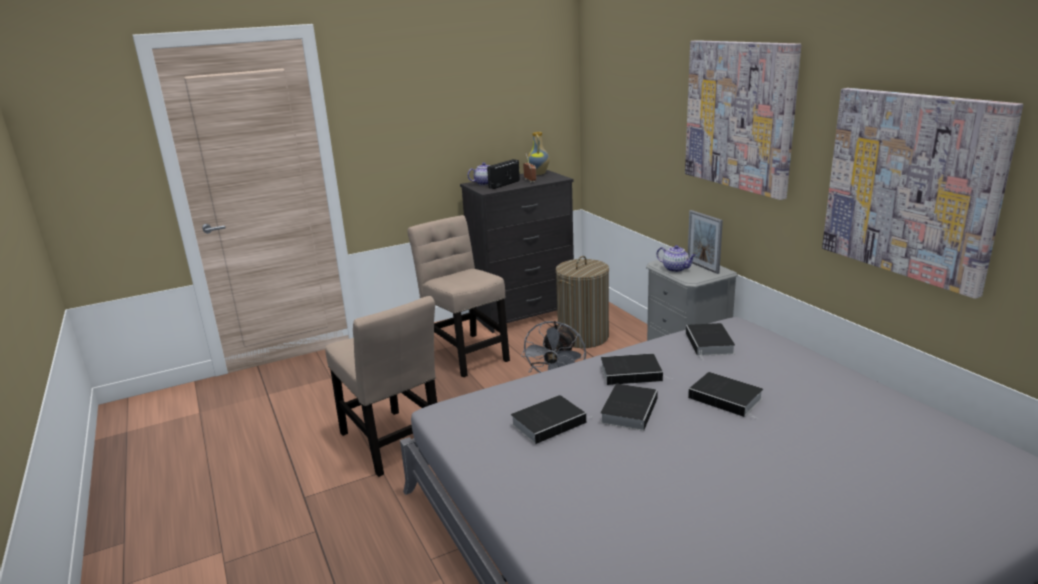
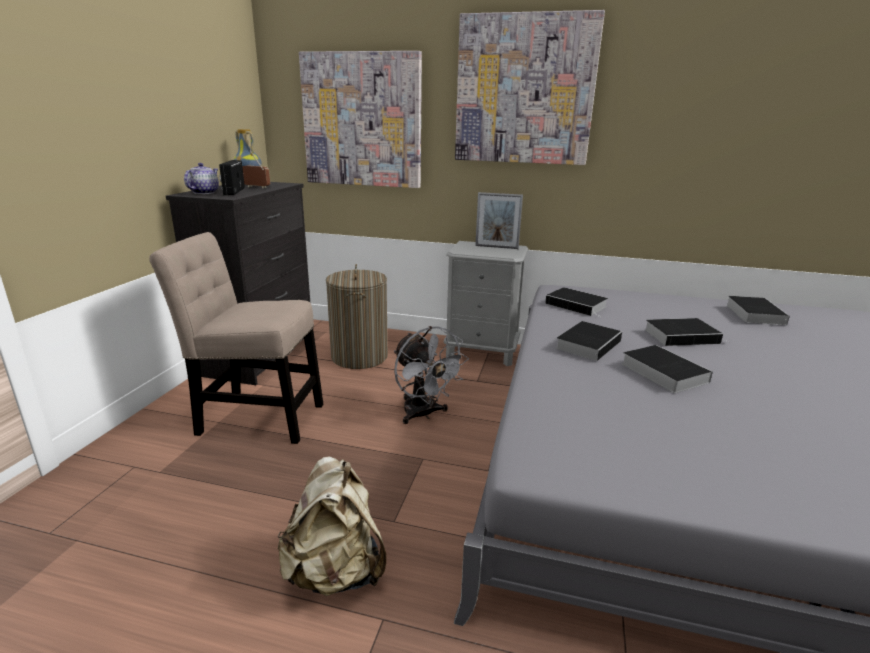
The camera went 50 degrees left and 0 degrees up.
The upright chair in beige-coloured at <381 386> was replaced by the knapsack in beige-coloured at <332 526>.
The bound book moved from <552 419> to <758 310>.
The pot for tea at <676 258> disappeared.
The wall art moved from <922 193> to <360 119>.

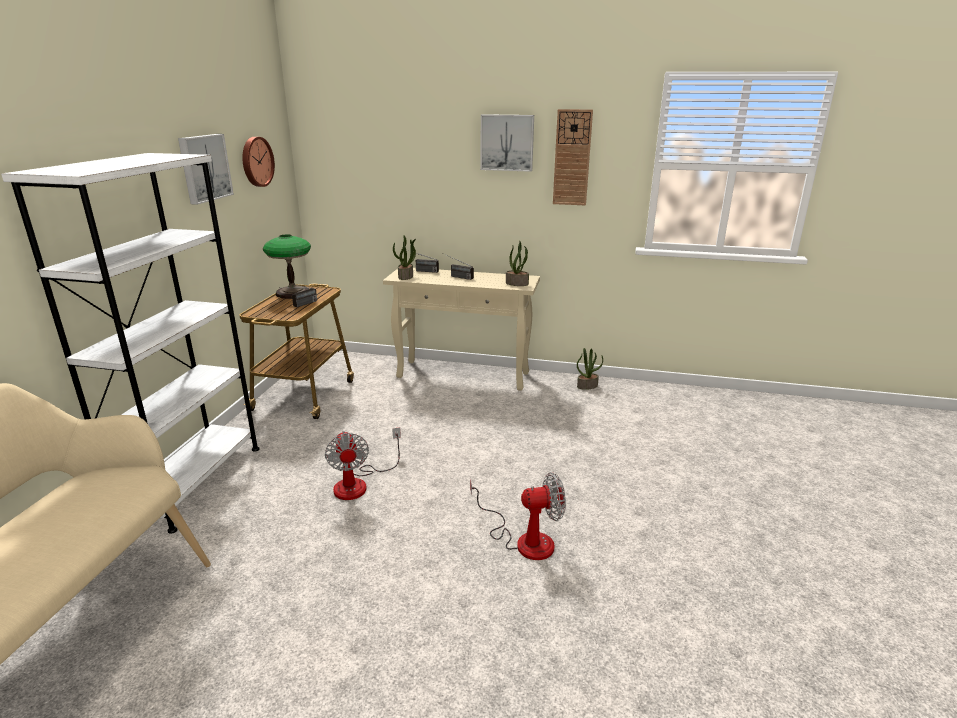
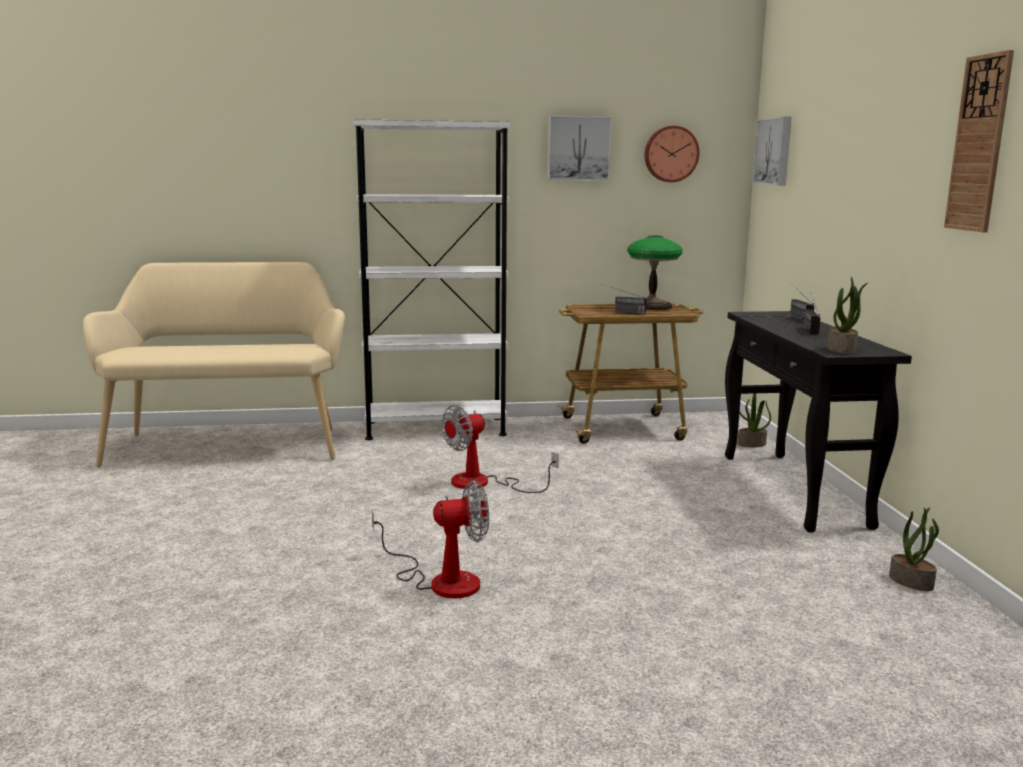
The camera went 70 degrees right and 10 degrees down.
The console table in beige-coloured at <461 329> became the console table in blackish at <818 422>.
The plant in a pot moved from <404 257> to <754 420>.
The electric fan at <518 516> turned 75 degrees counterclockwise.
The wall art moved from <507 143> to <772 151>.

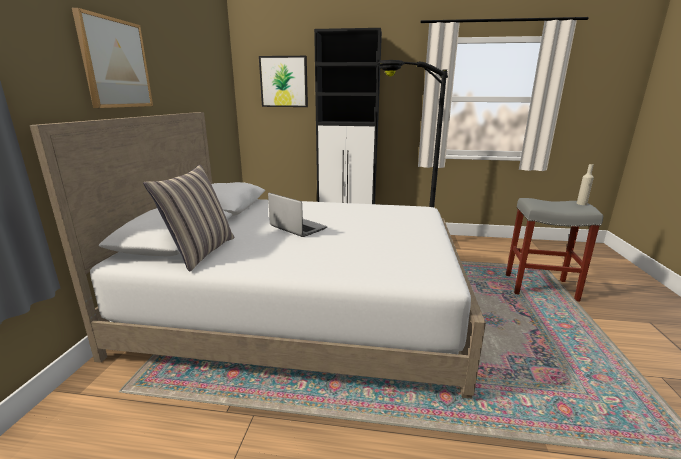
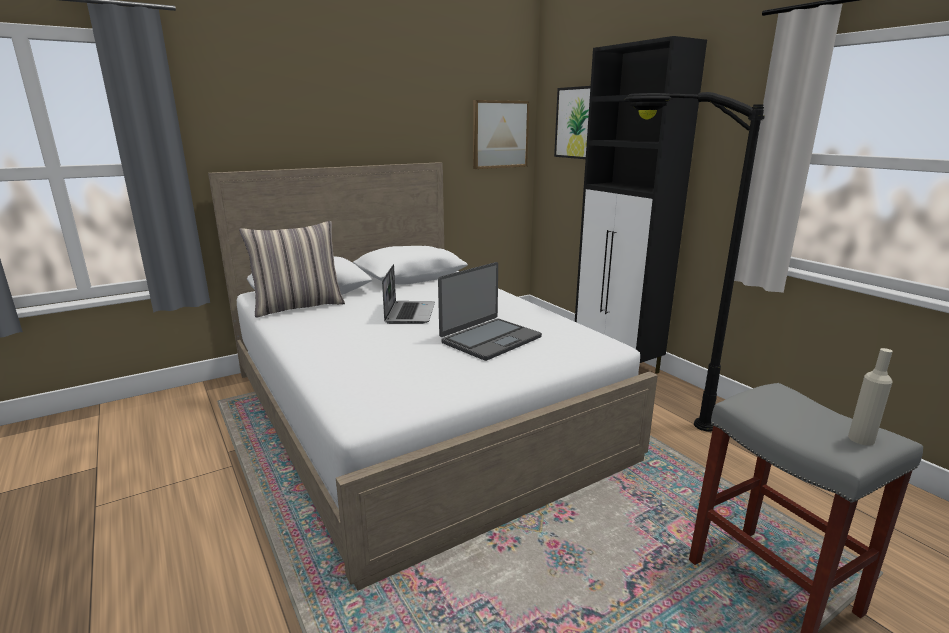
The camera went 50 degrees right and 0 degrees up.
The wall art moved from <112 58> to <501 134>.
The notebook computer at <490 311> appeared.

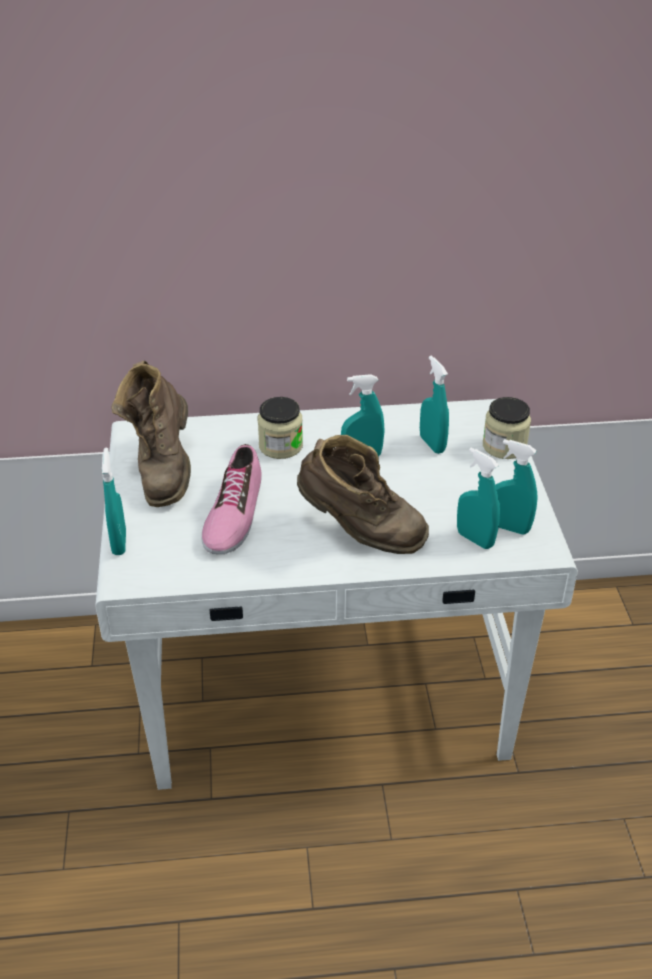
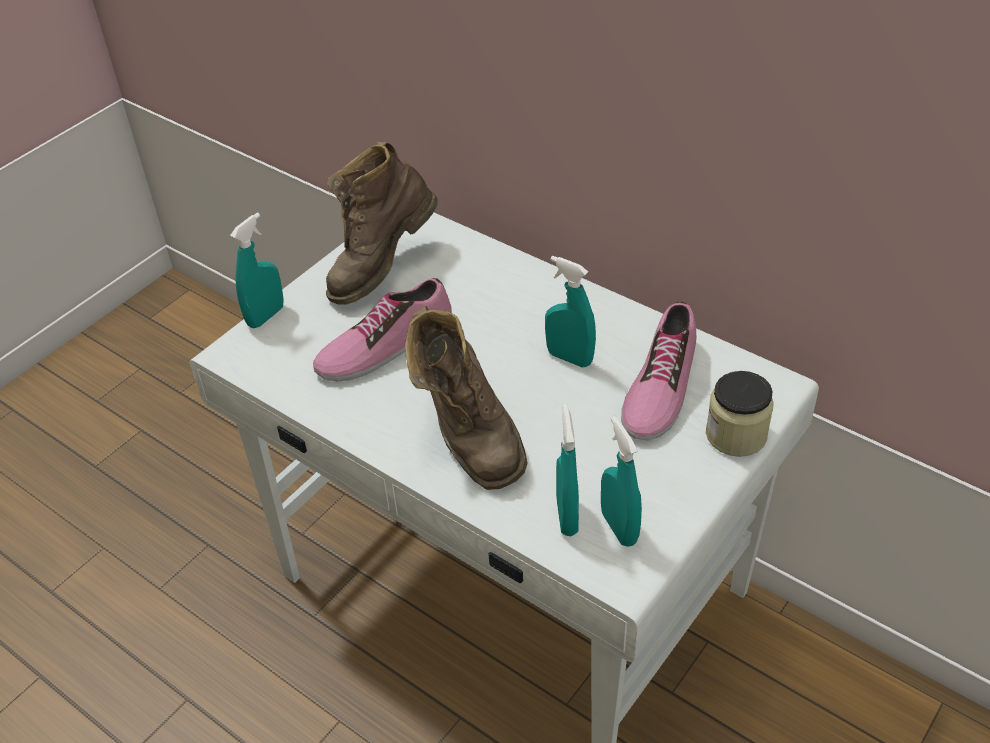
The camera went 45 degrees right and 5 degrees up.
The storage jar at <280 428> disappeared.
The spray bottle in turquoise at <434 405> was replaced by the shoe at <658 370>.

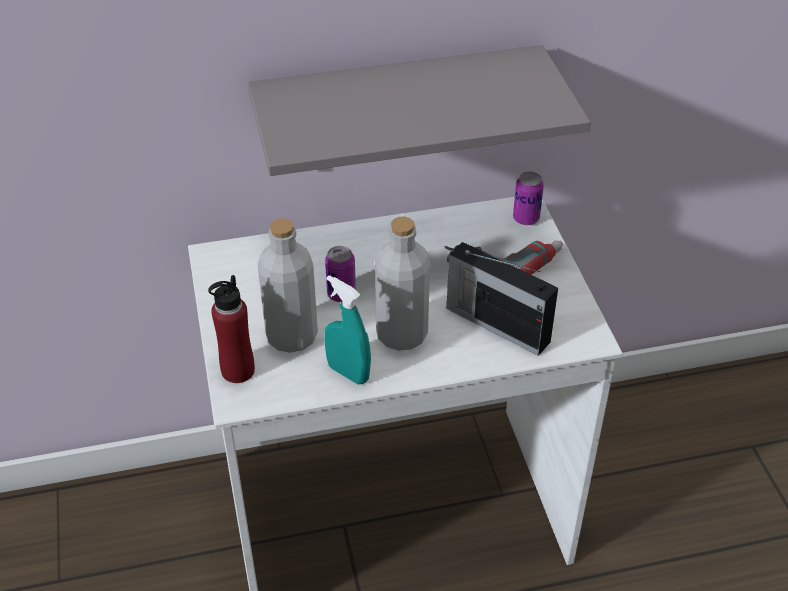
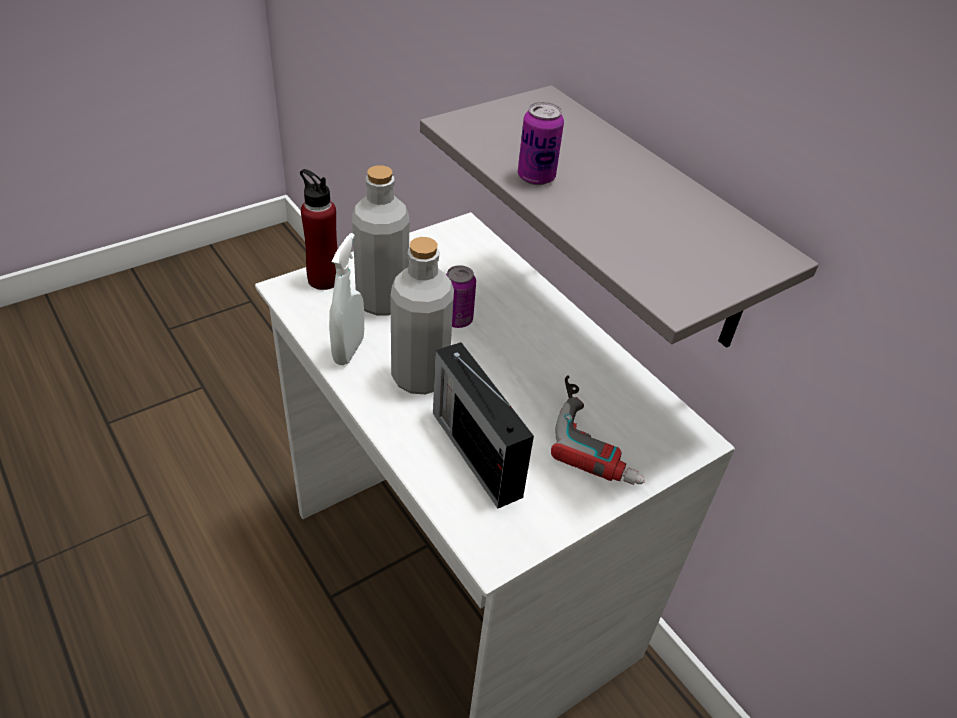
The camera went 65 degrees right and 0 degrees up.
The spray bottle in turquoise at <347 329> became the spray bottle in white-coloured at <346 299>.
The radio set at <502 299> turned 45 degrees counterclockwise.
The metal can moved from <528 198> to <541 143>.

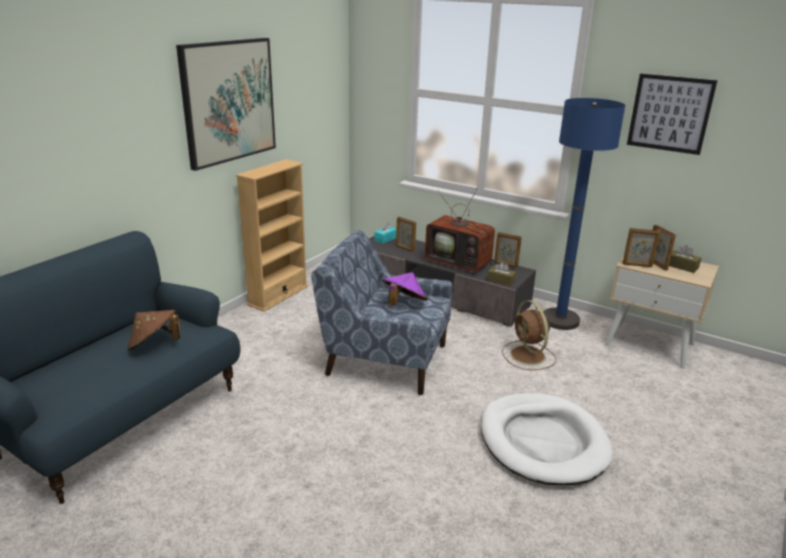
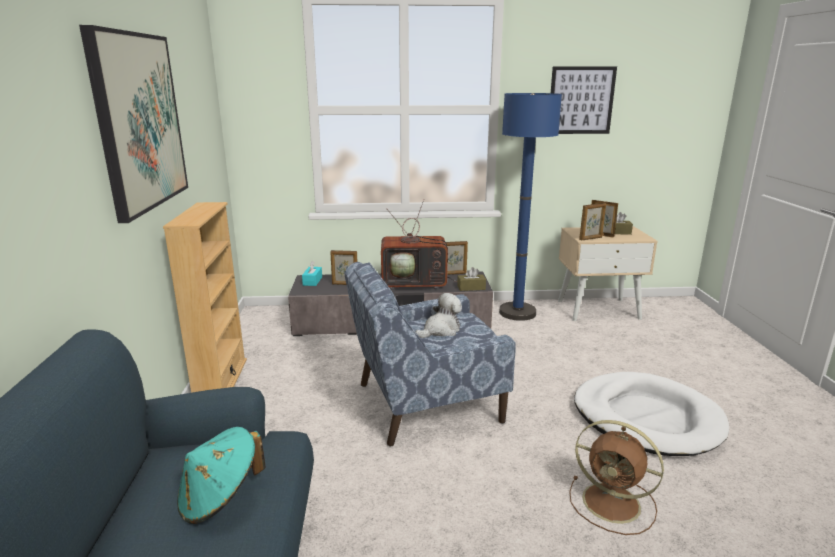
The camera went 35 degrees left and 5 degrees down.
The hat in brown-coloured at <153 330> became the hat in turquoise at <221 475>.
The hat in purple-coloured at <405 288> was replaced by the soft toy at <438 315>.
The electric fan in brown-coloured moved from <529 335> to <616 477>.

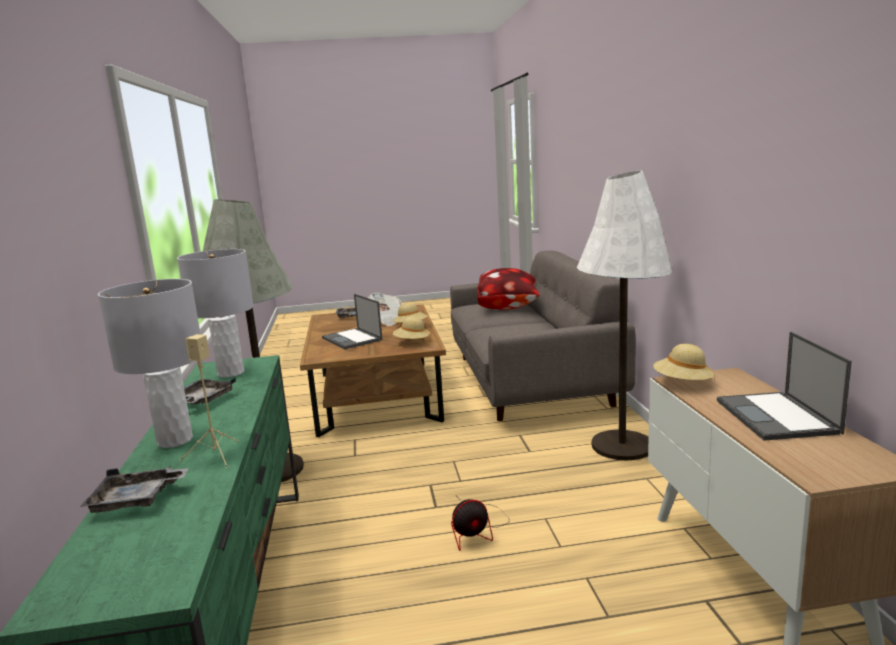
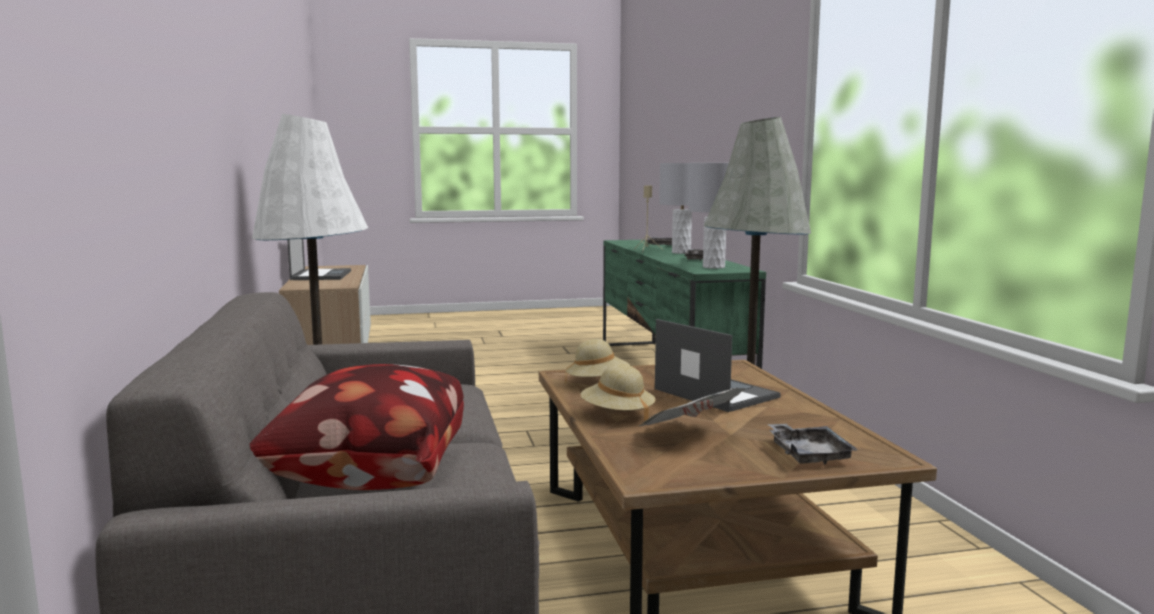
The camera went 175 degrees right and 5 degrees down.
The electric fan at <480 524> disappeared.
The hat in beige-coloured at <684 362> disappeared.

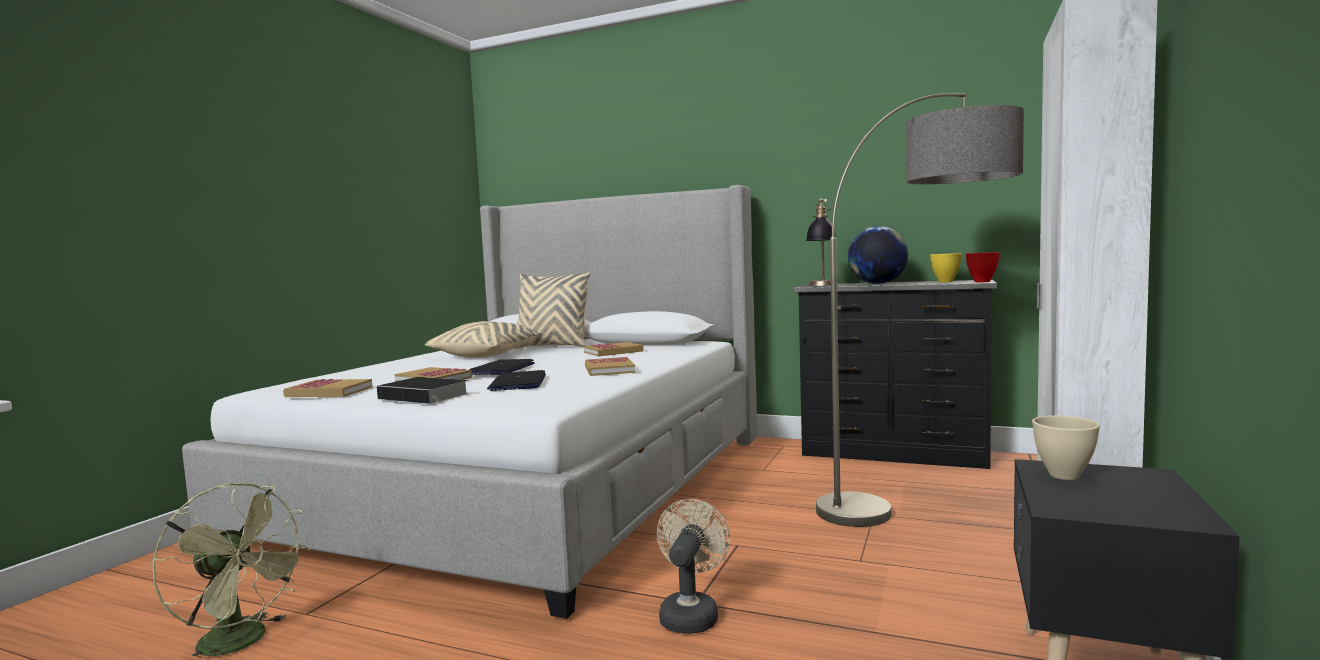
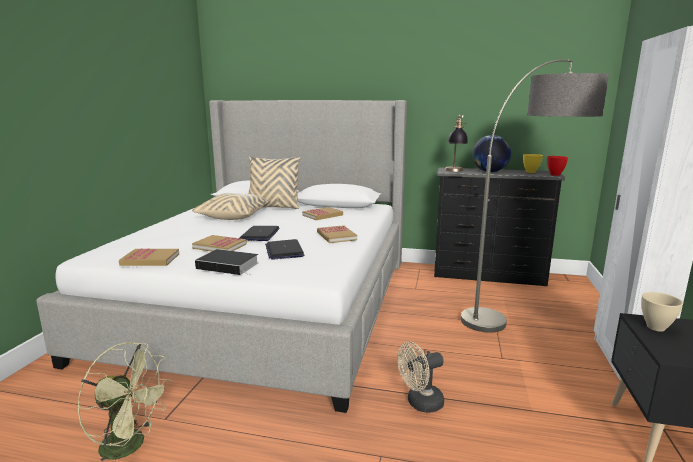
The camera went 10 degrees left and 10 degrees up.
The electric fan in beige-coloured at <693 566> turned 120 degrees counterclockwise.

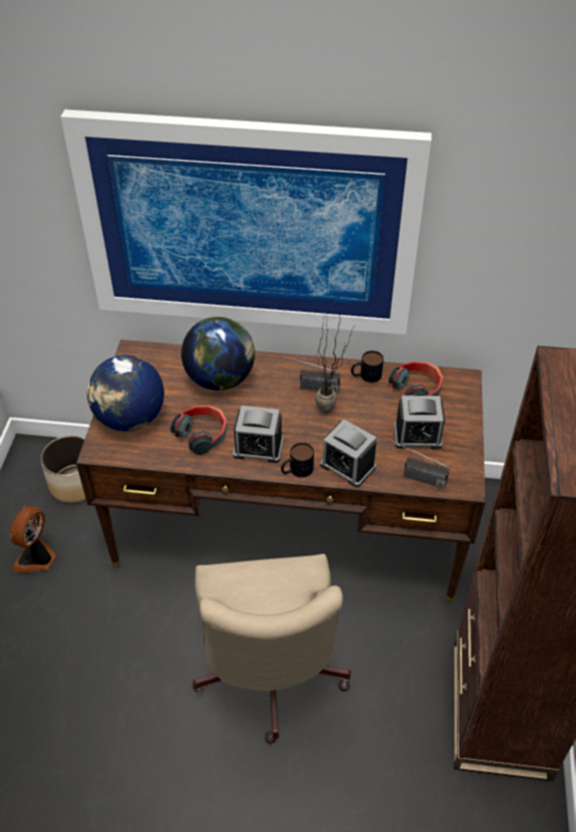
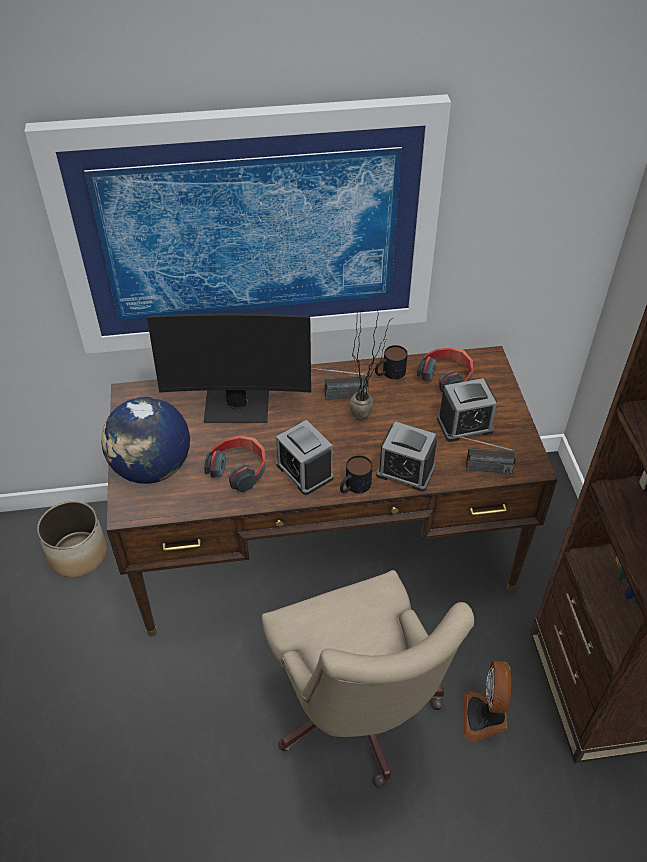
The camera went 15 degrees left and 0 degrees up.
The electric fan moved from <33 539> to <487 701>.
The world globe at <218 353> was replaced by the computer display at <229 368>.
The alarm clock at <258 434> turned 60 degrees clockwise.

